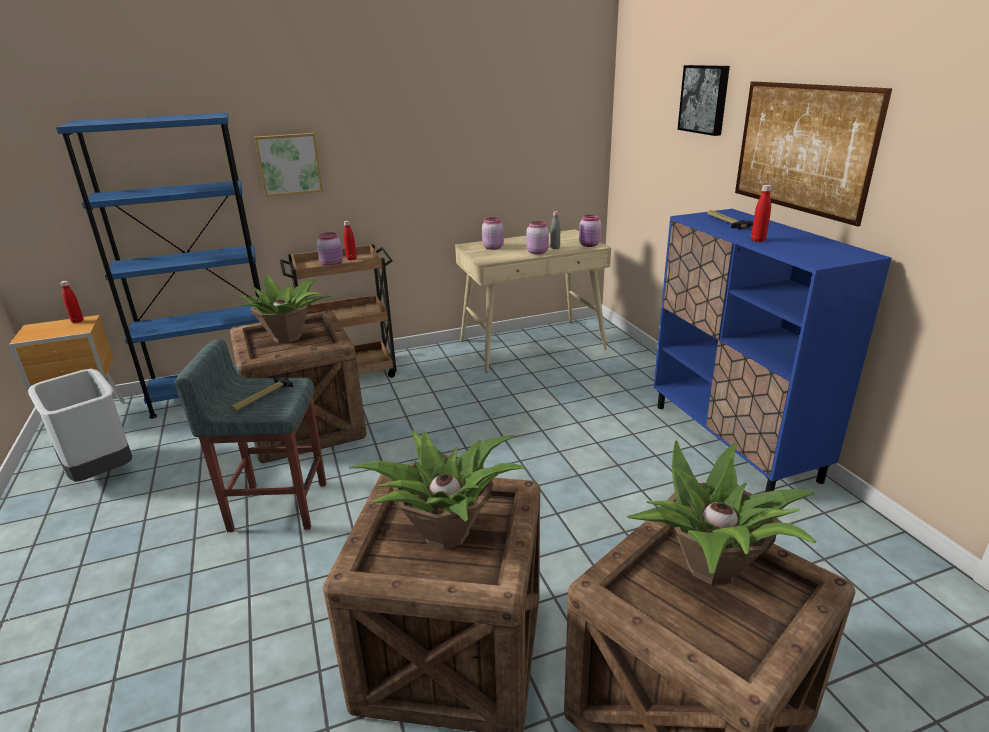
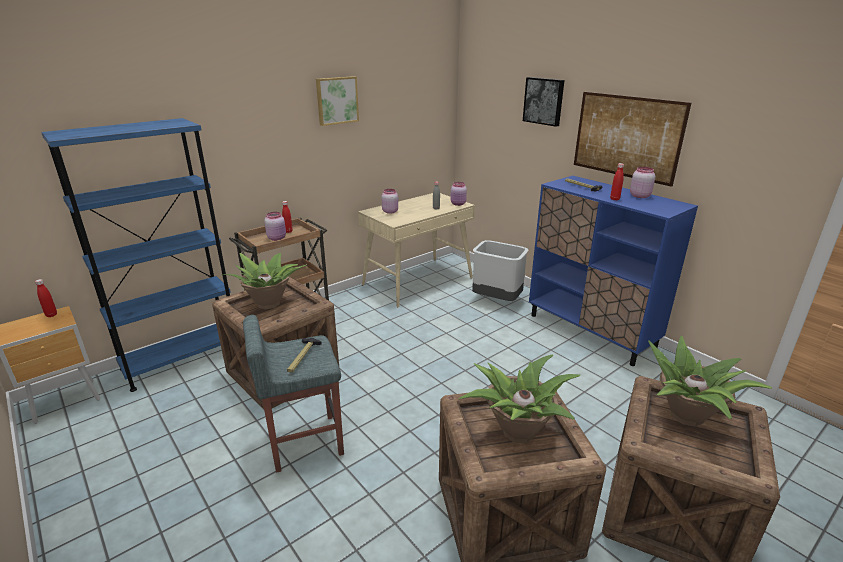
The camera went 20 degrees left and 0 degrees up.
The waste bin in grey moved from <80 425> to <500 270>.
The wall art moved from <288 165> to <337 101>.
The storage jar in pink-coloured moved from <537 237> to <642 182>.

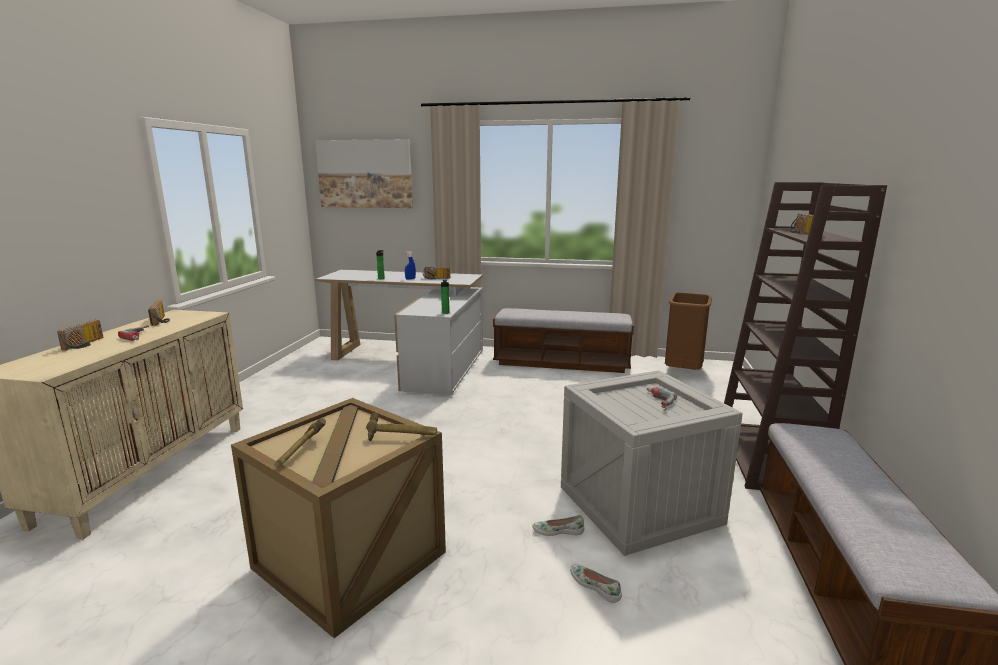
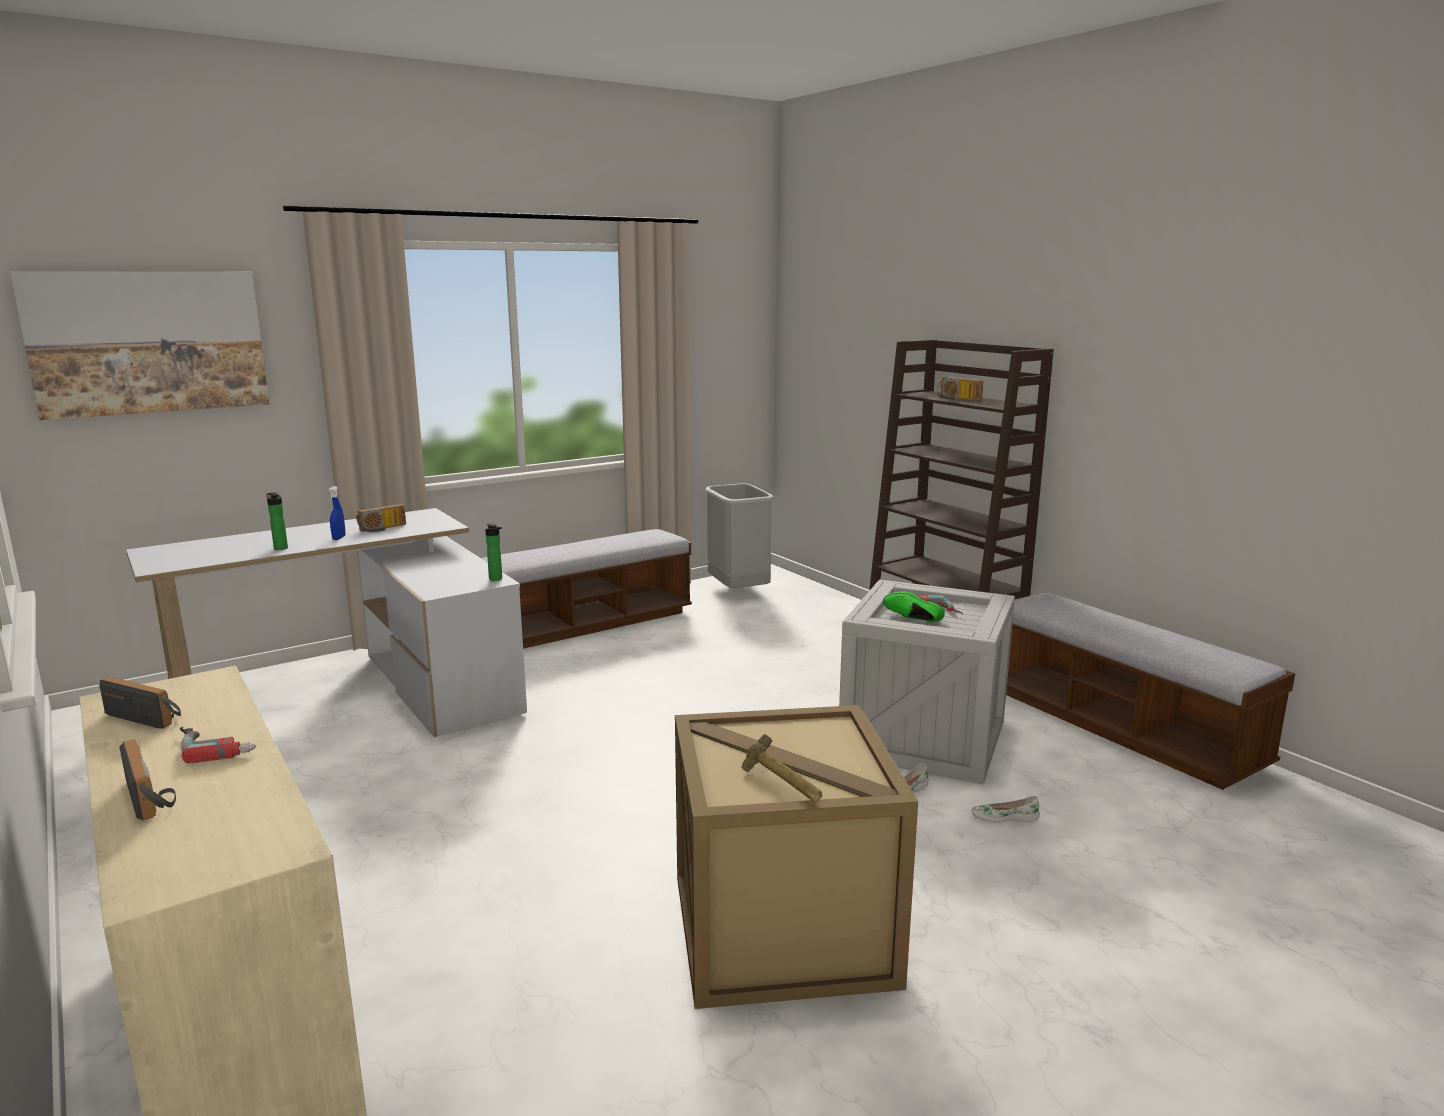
The camera went 45 degrees left and 0 degrees up.
The hammer at <401 427> disappeared.
The waste bin in brown-coloured at <688 331> became the waste bin in grey at <739 535>.
The shoe in greenish at <914 606> appeared.

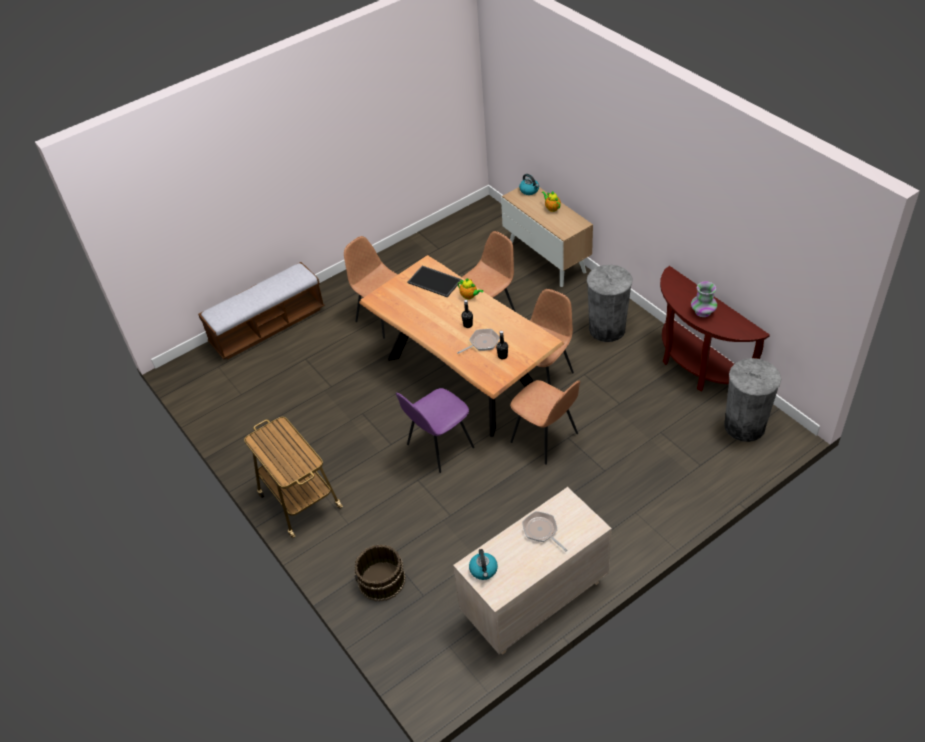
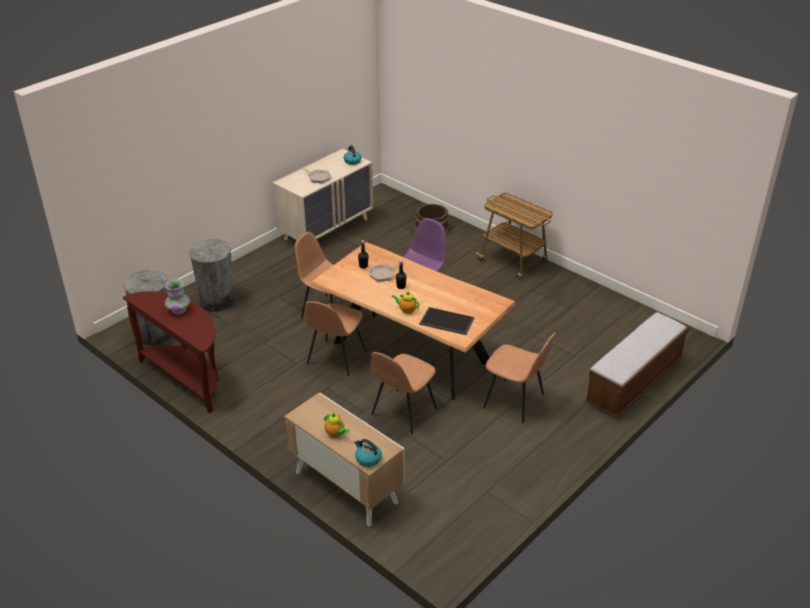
The camera went 165 degrees right and 10 degrees down.
The waste bin in grey moved from <610 303> to <211 275>.

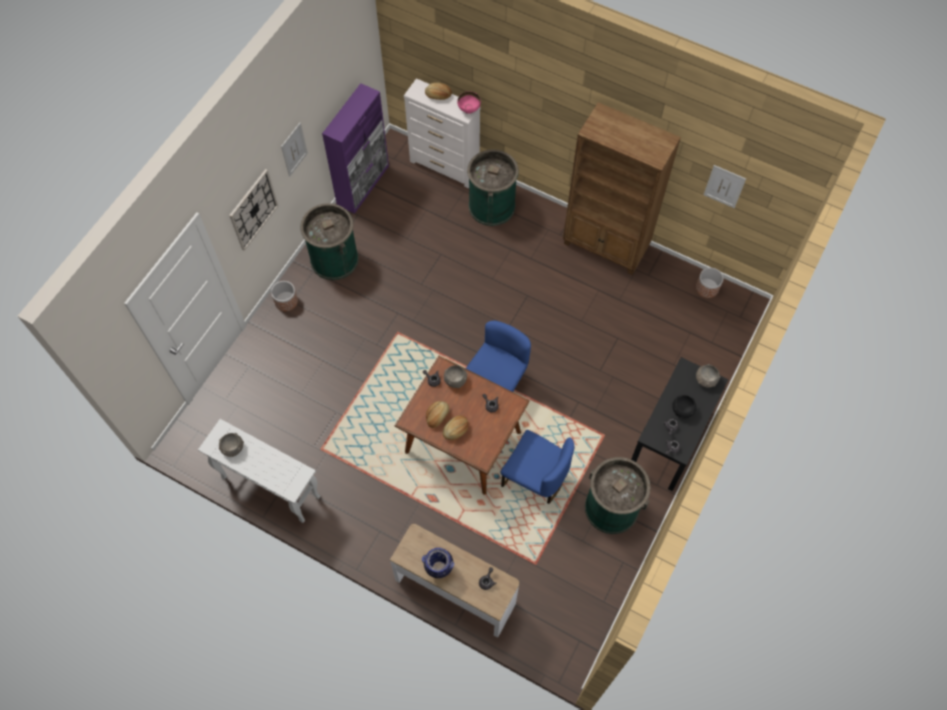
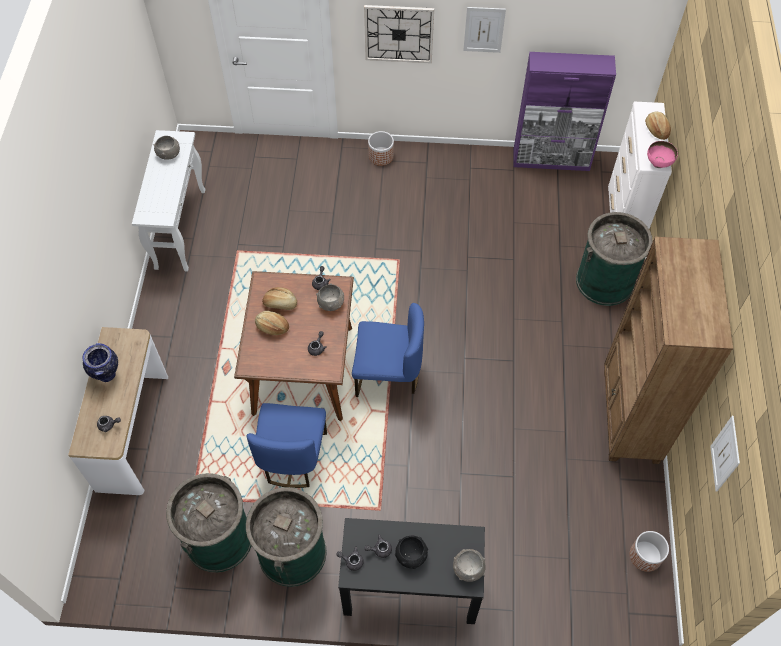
The camera went 65 degrees right and 5 degrees down.
The waste bin in greenish moved from <329 241> to <208 523>.

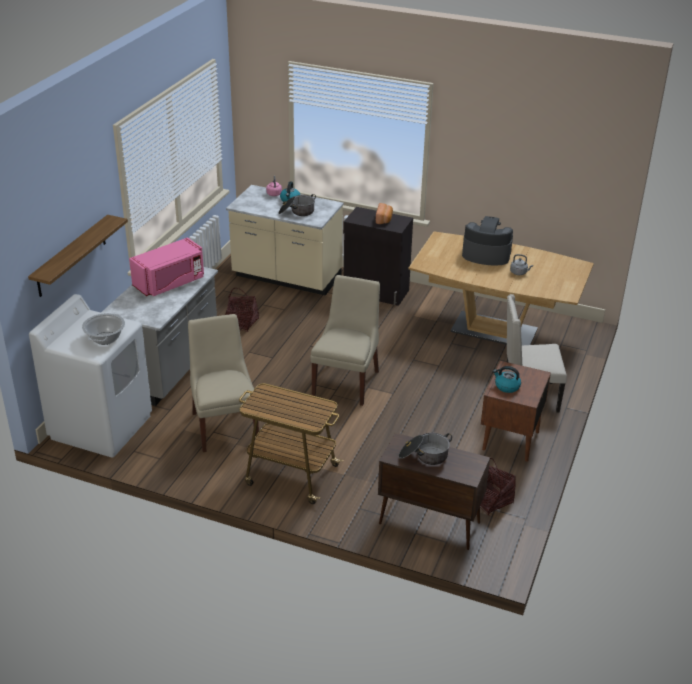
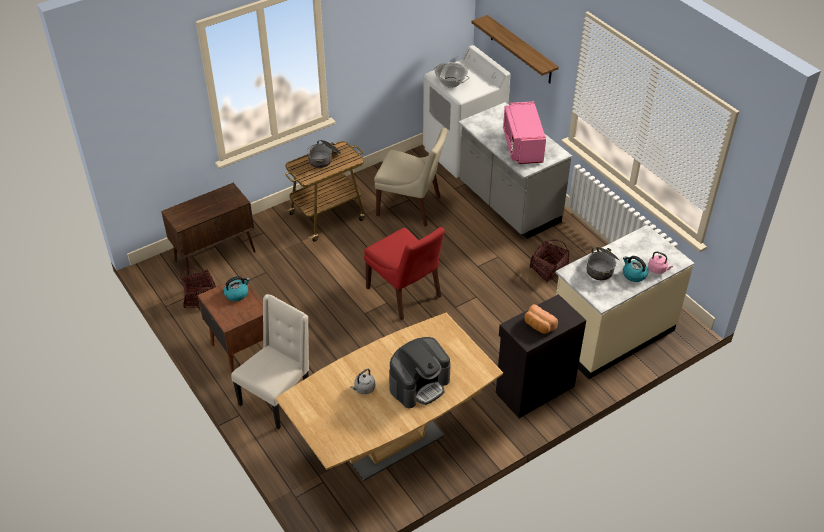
The camera went 125 degrees right and 10 degrees up.
The upright chair in beige-coloured at <345 340> became the upright chair in red-coloured at <404 273>.
The saucepot moved from <425 449> to <324 154>.

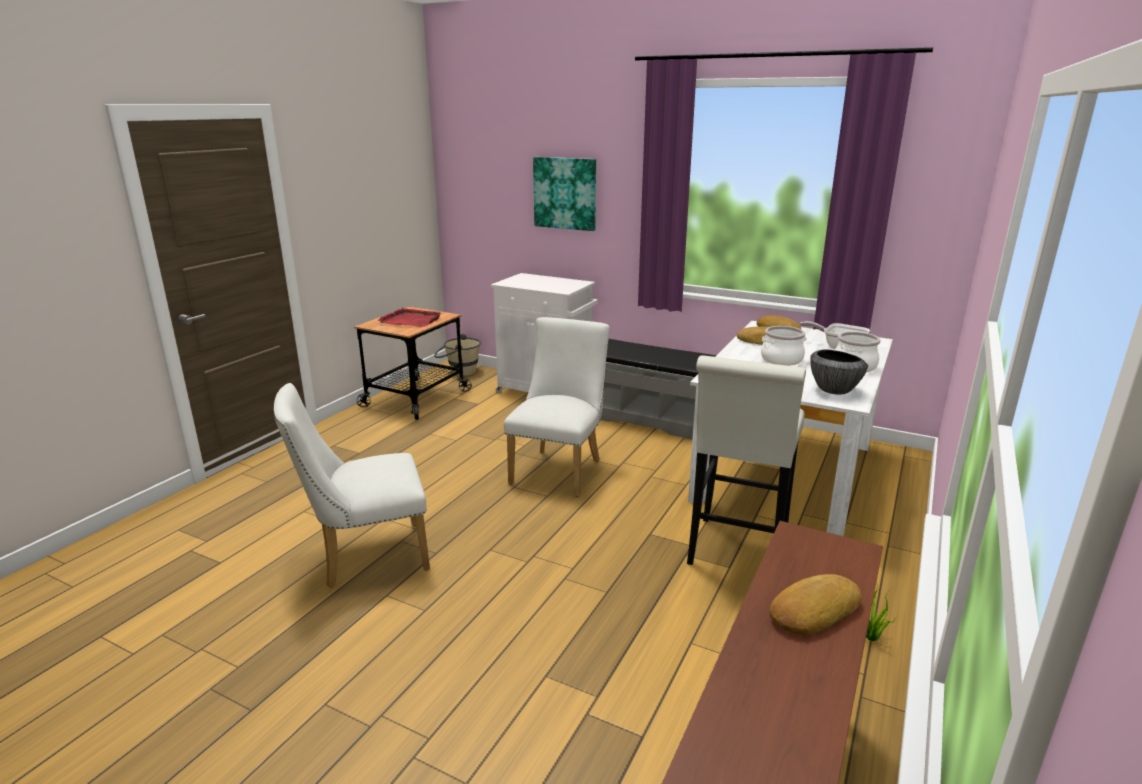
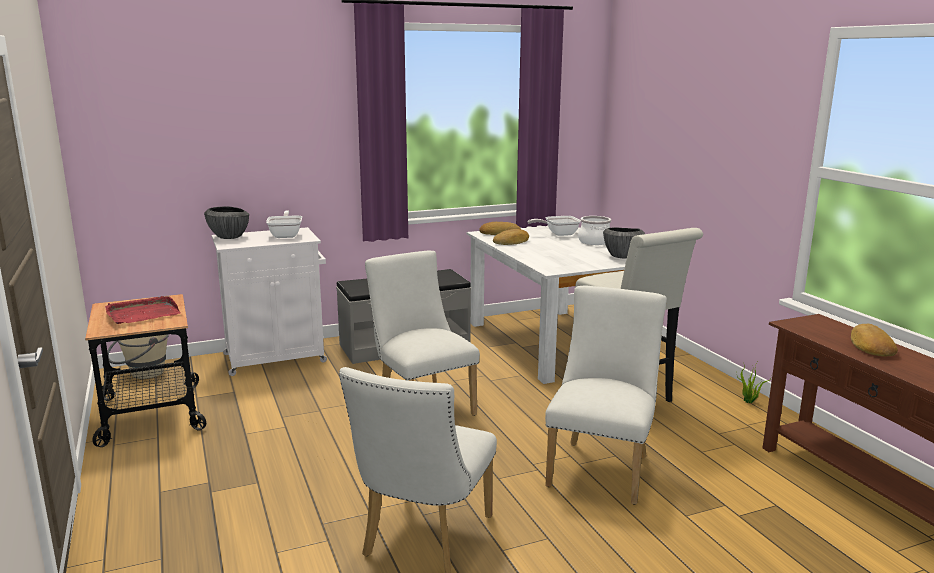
The camera went 50 degrees left and 5 degrees down.
The wall art at <564 194> disappeared.
The saucepot at <784 346> disappeared.
The bowl at <226 222> appeared.
The frying pan at <284 224> appeared.
The upright chair in white-coloured at <606 395> appeared.

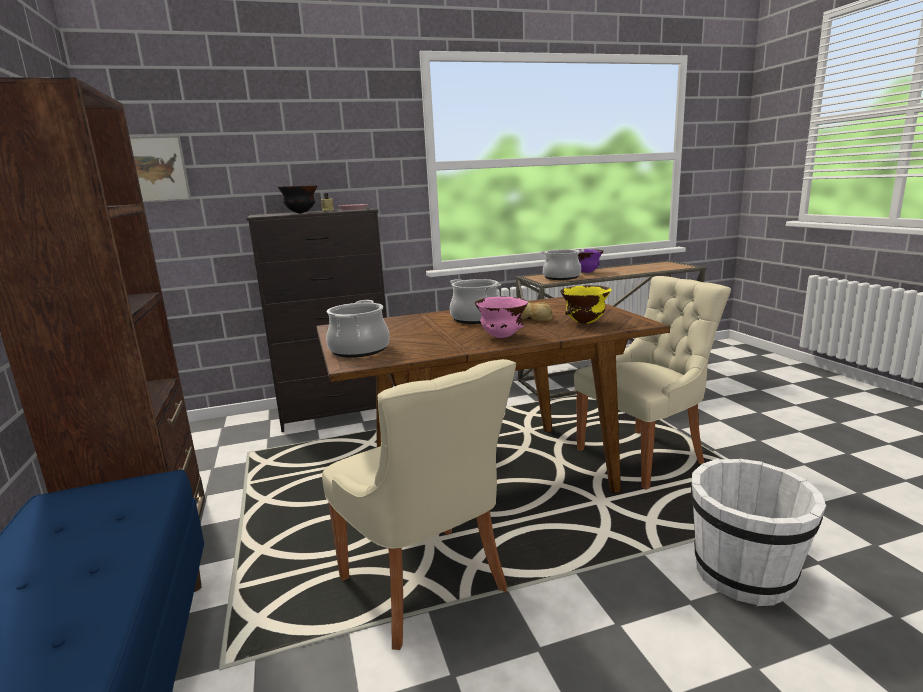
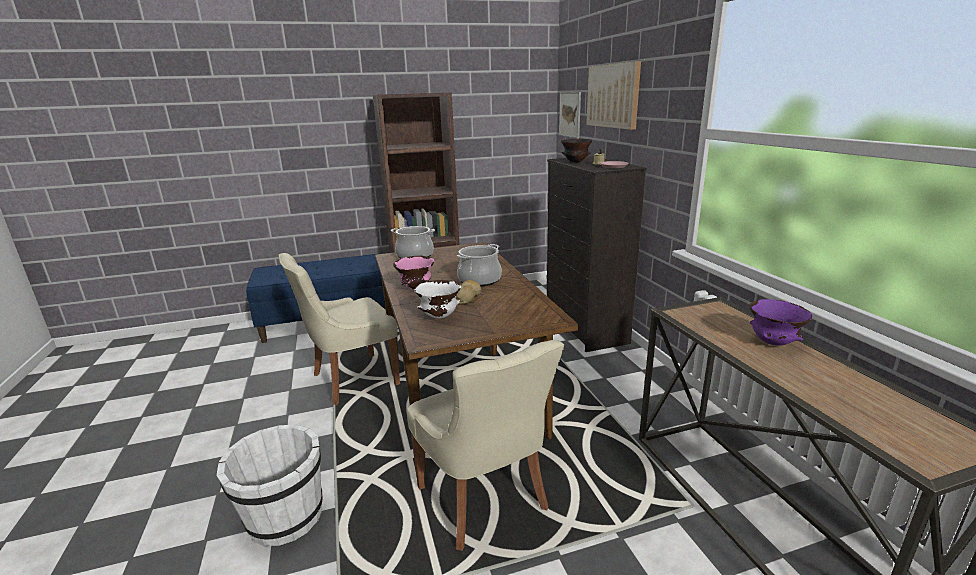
The camera went 90 degrees right and 5 degrees up.
The saucepot at <562 264> disappeared.
The bowl in yellowish at <586 304> became the bowl in white-coloured at <437 299>.
The wall art at <613 95> appeared.

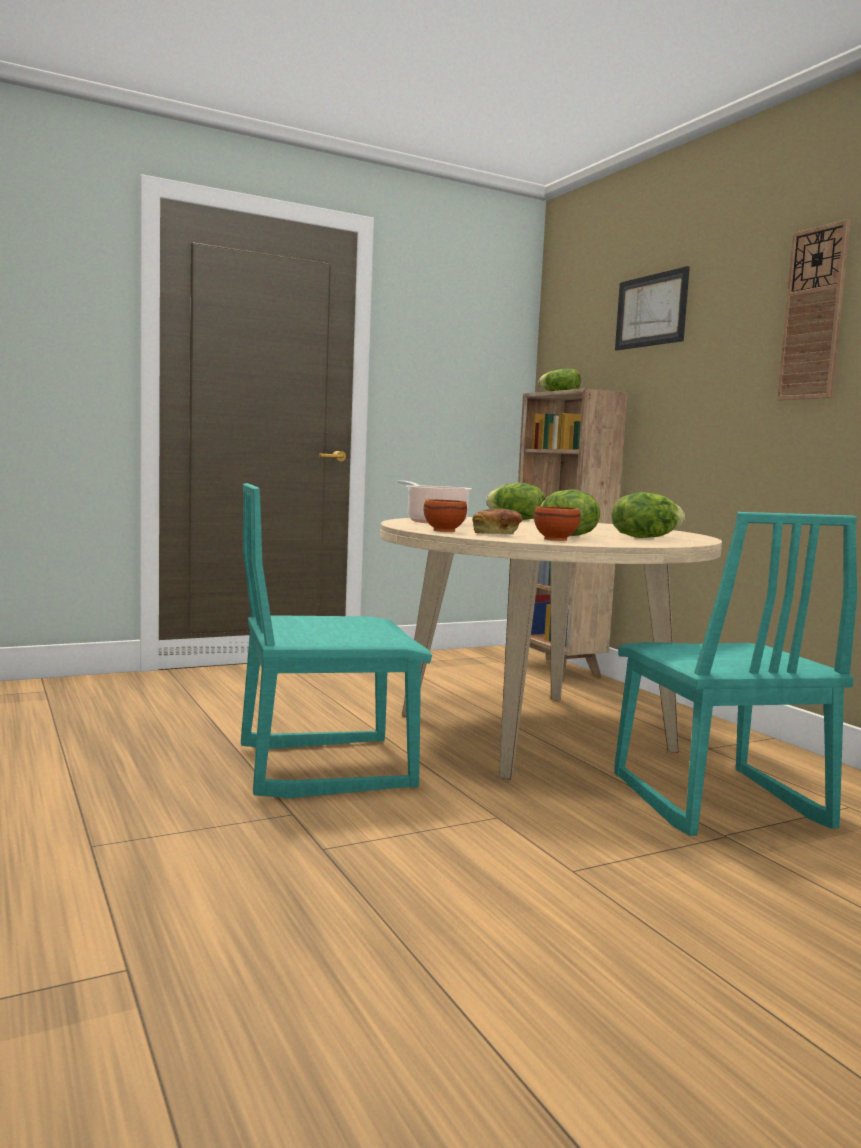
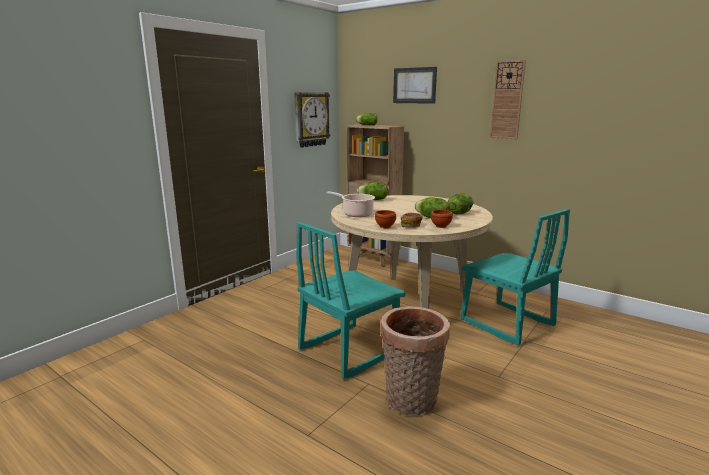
The camera went 25 degrees left and 10 degrees up.
The clock on the wall at <312 119> appeared.
The basket at <415 361> appeared.

